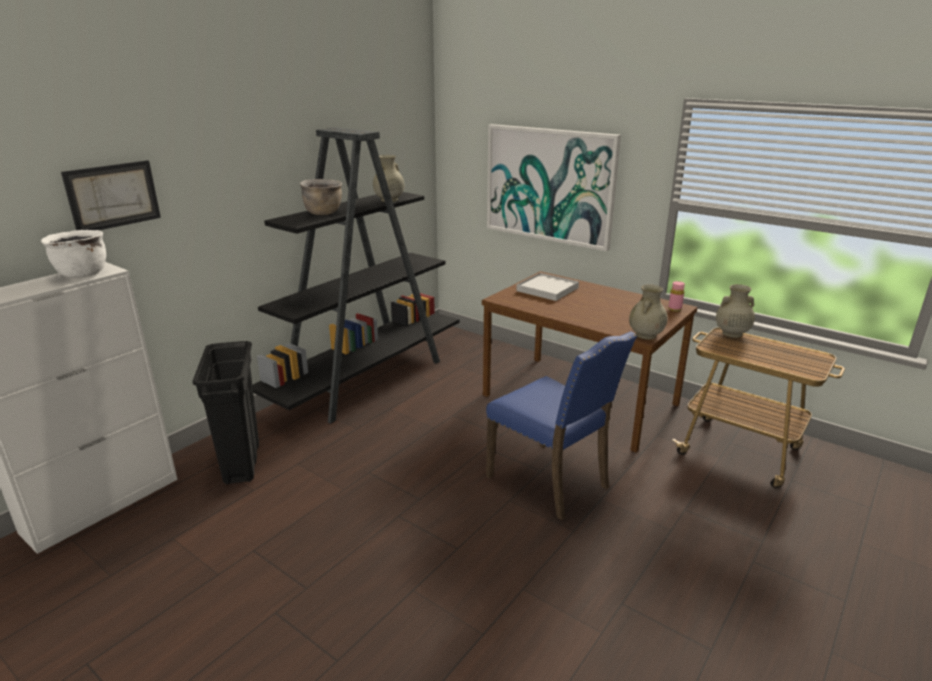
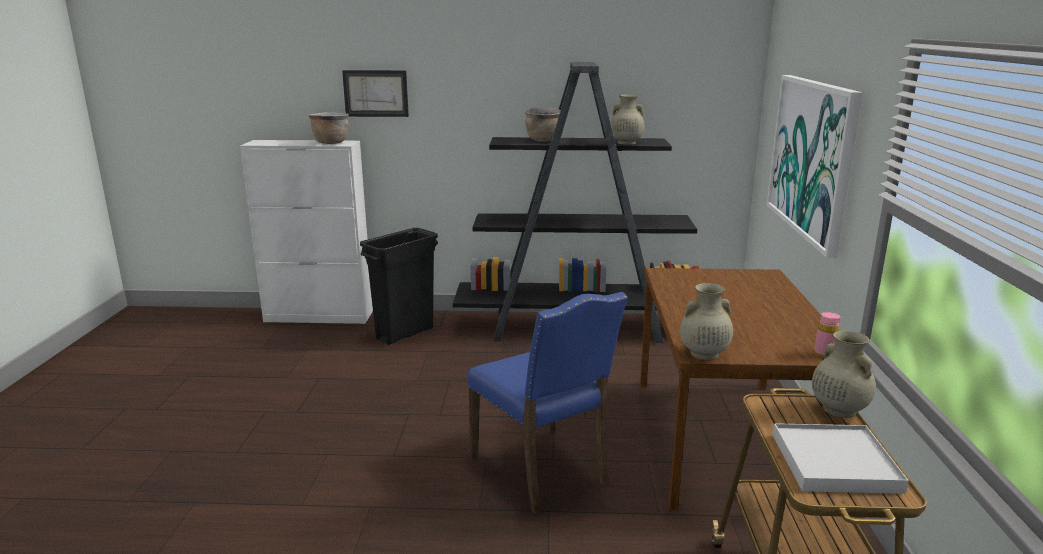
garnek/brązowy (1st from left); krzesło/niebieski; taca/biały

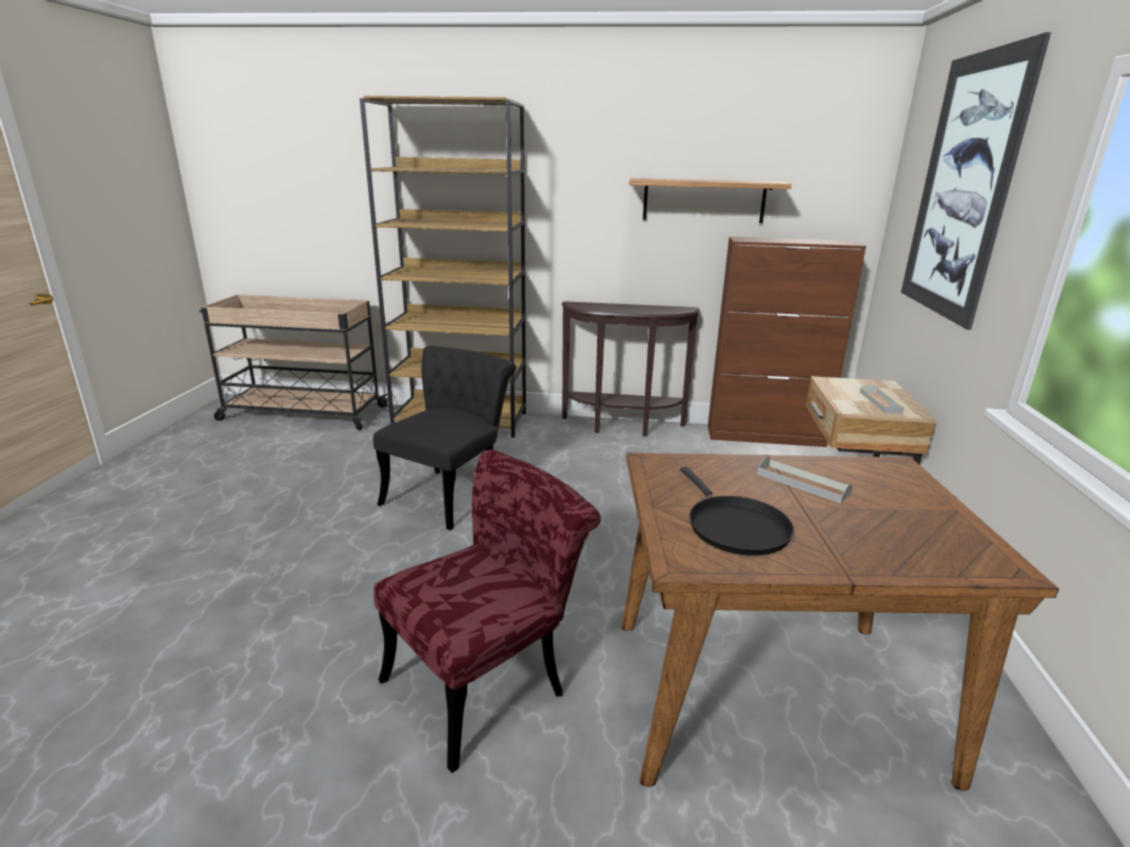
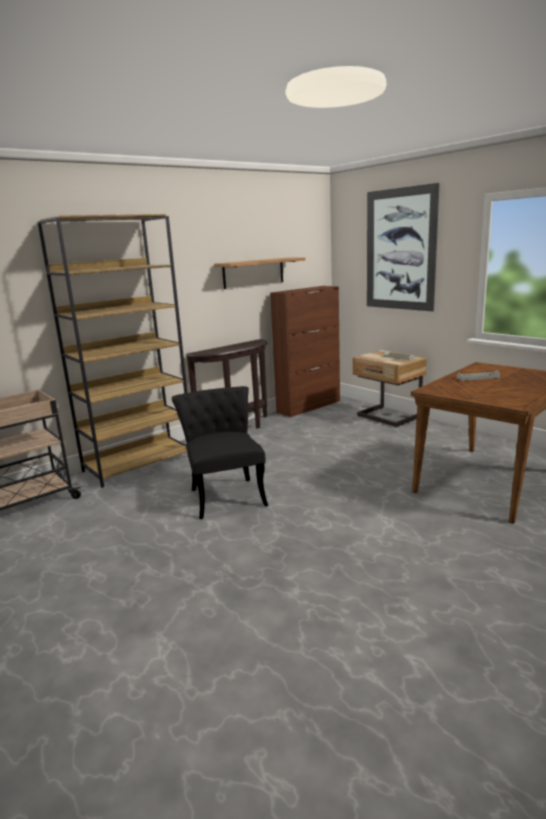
krzesło/czerwony; patelnia/czarny

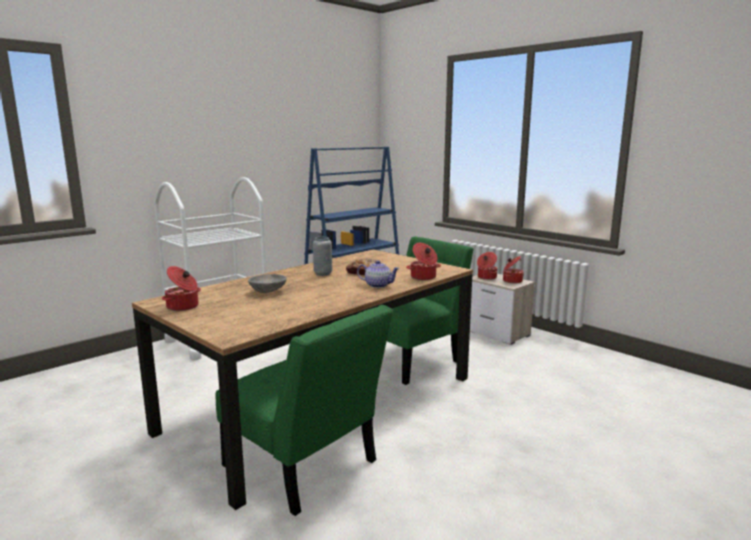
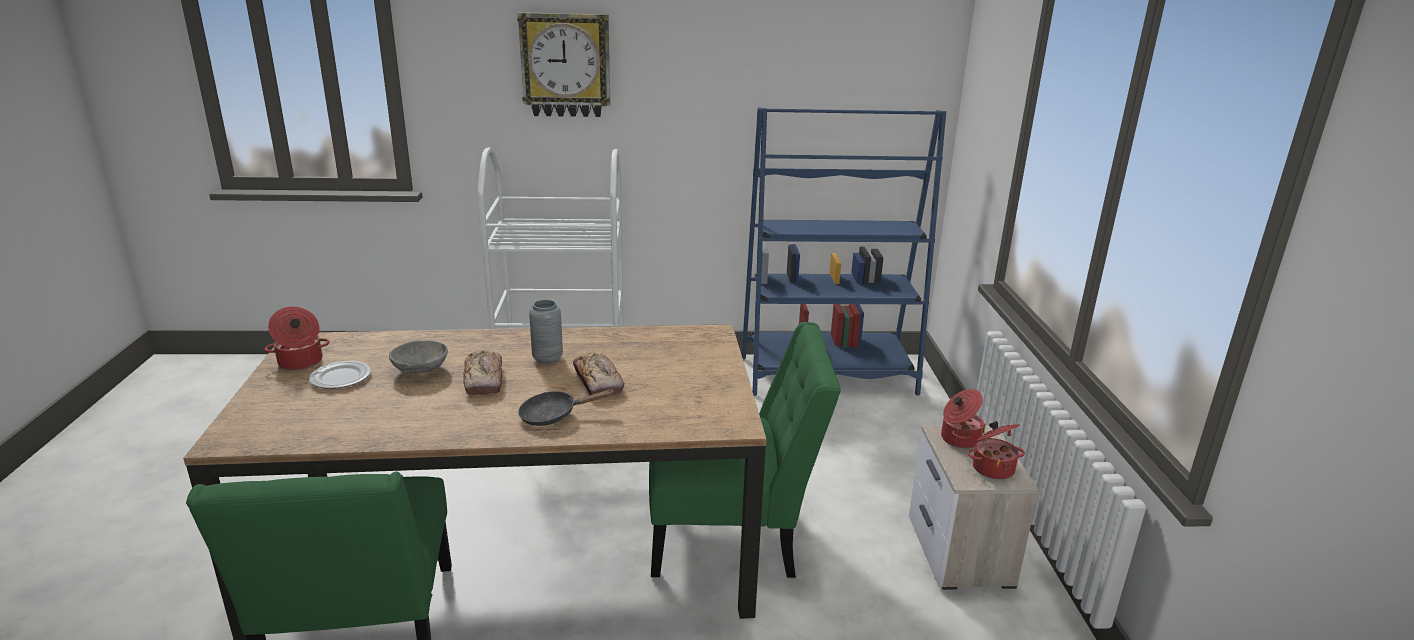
patelnia/czarny; garnek (2nd from left in the first image); talerz; chleb (1st from left); zegar ścienny

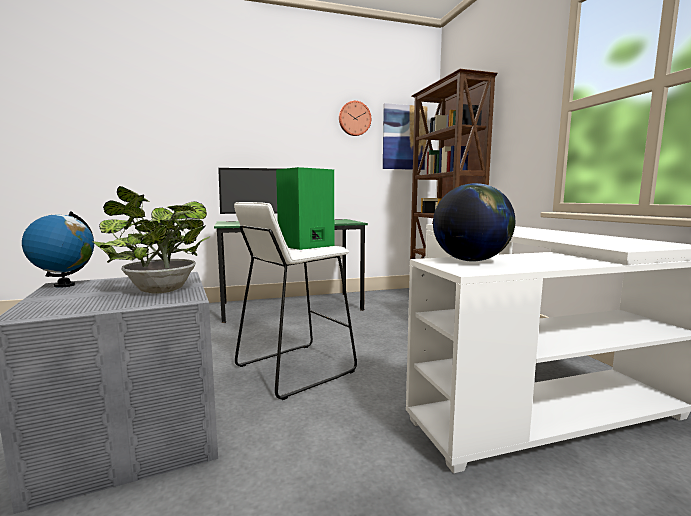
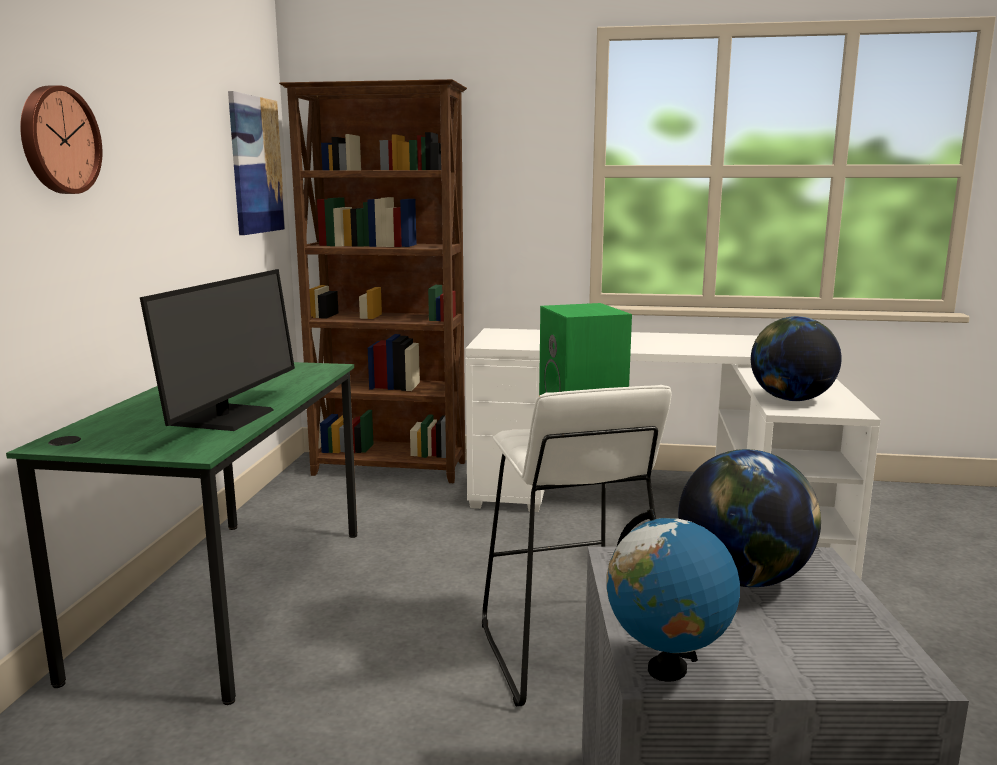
globus (2nd from left); zegar ścienny

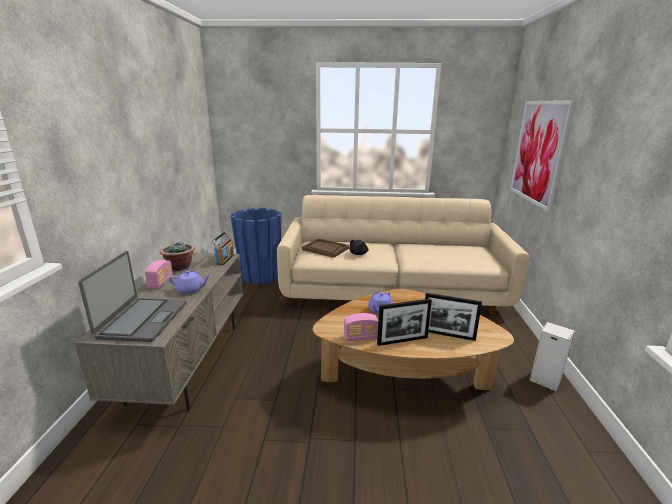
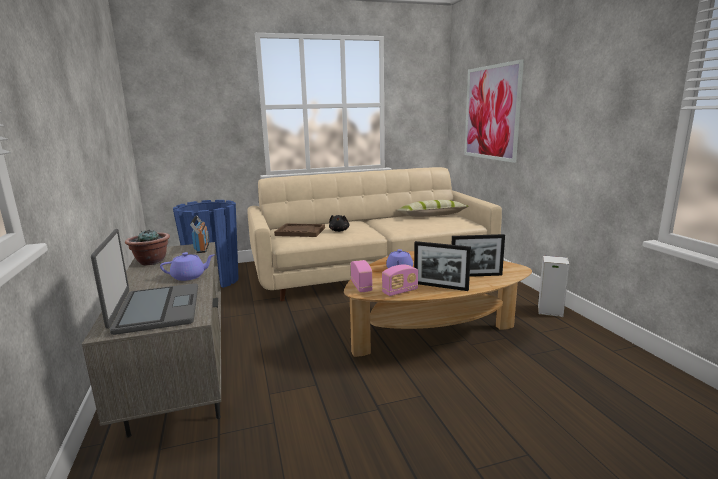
radio (2nd from left); ramka na zdjęcie (1st from left); poduszka

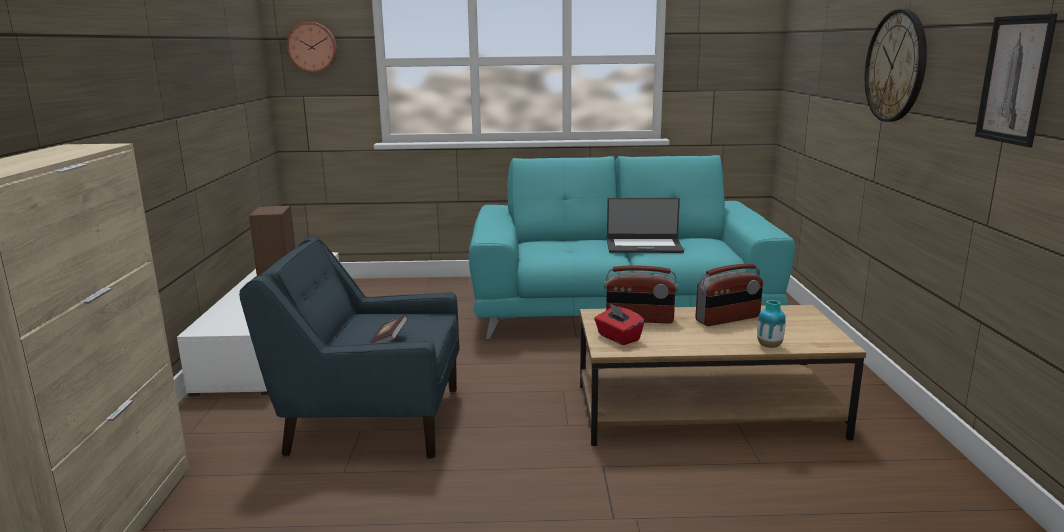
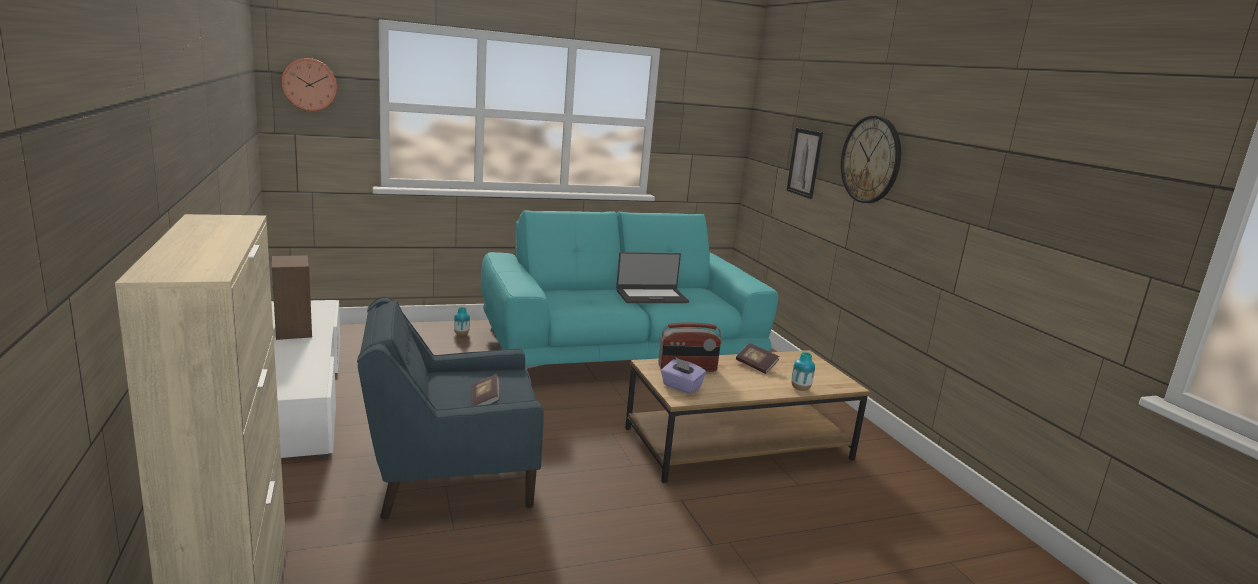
pudełko chusteczek/fioletowy; książka (2nd from left); obraz; wazon (1st from left)

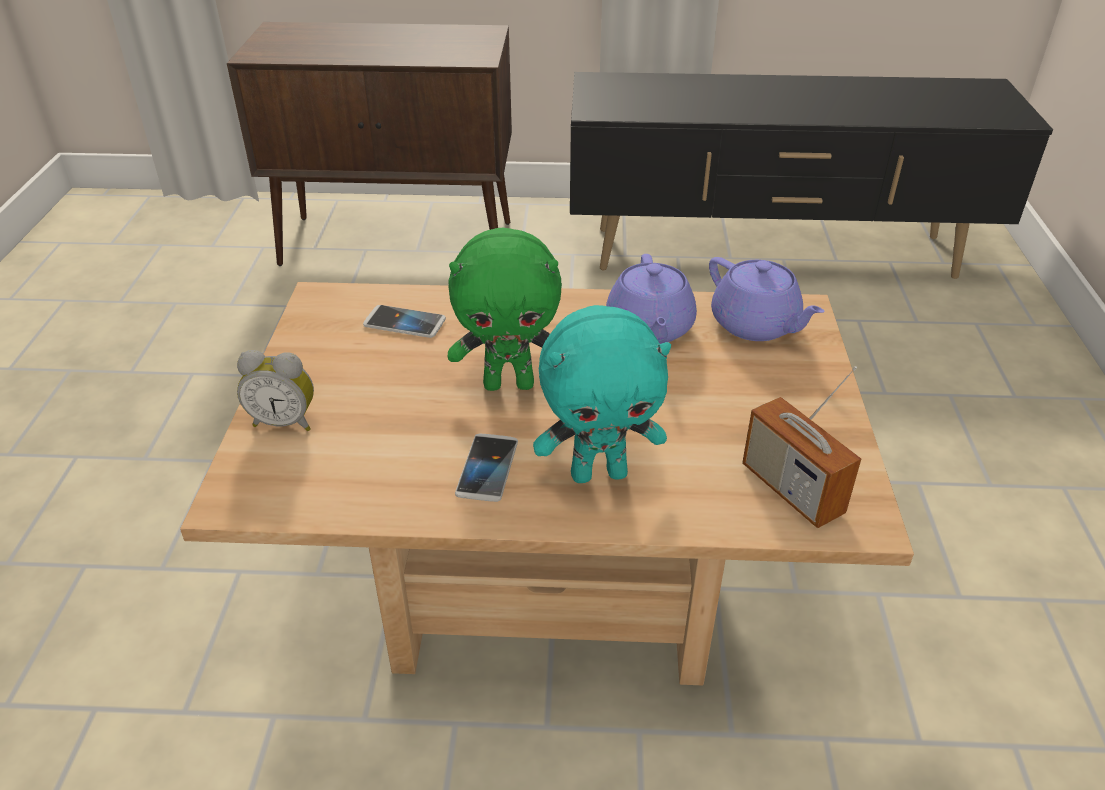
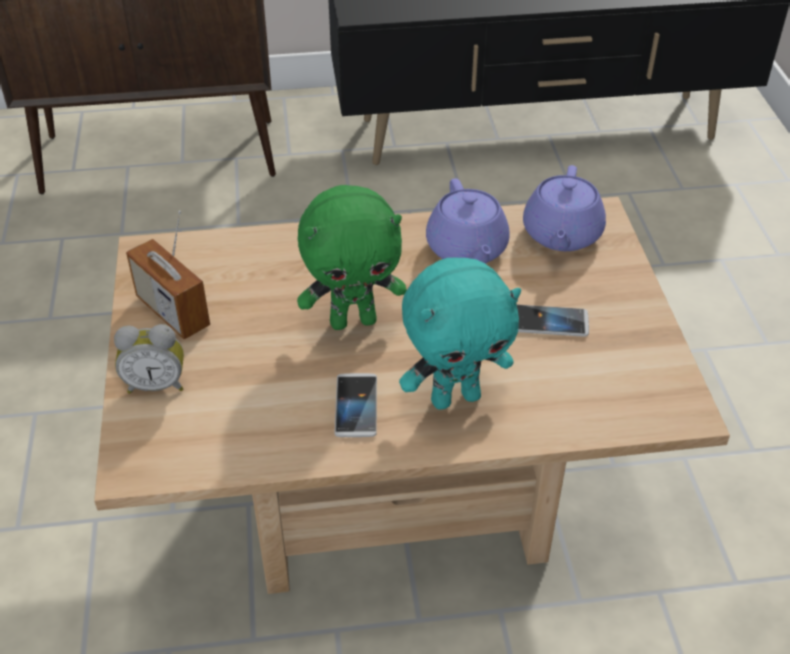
telefon (2nd from left); imbryk/fioletowy (2nd from left); radio

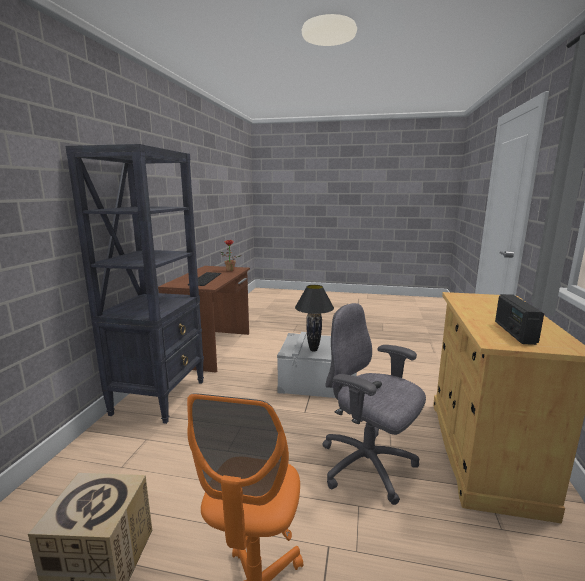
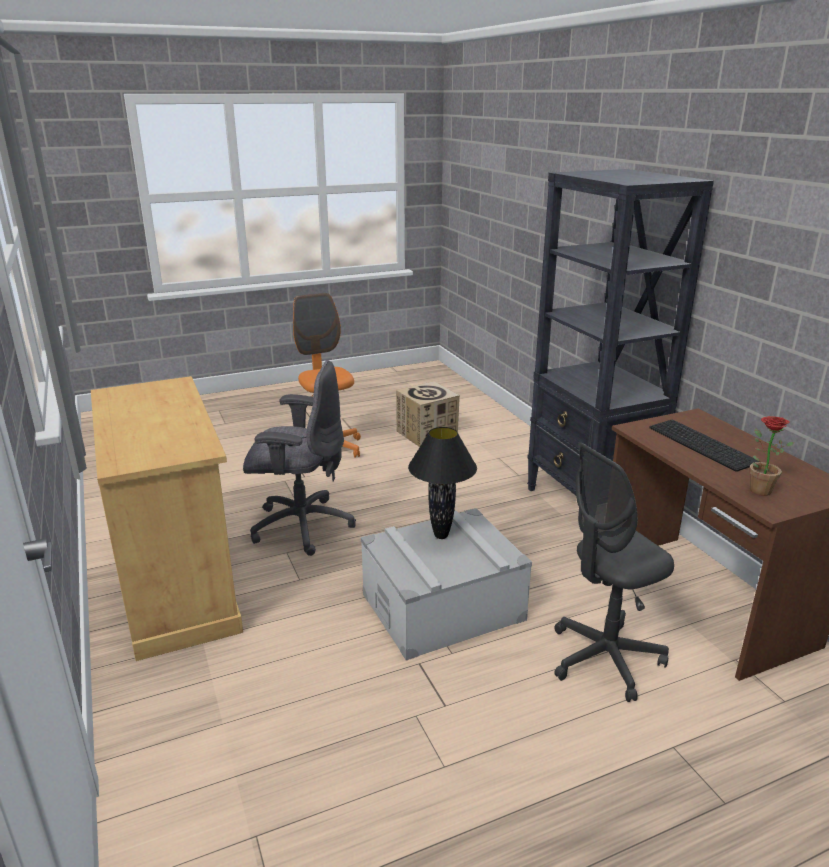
radio; krzesło biurowe/szary (2nd from left)

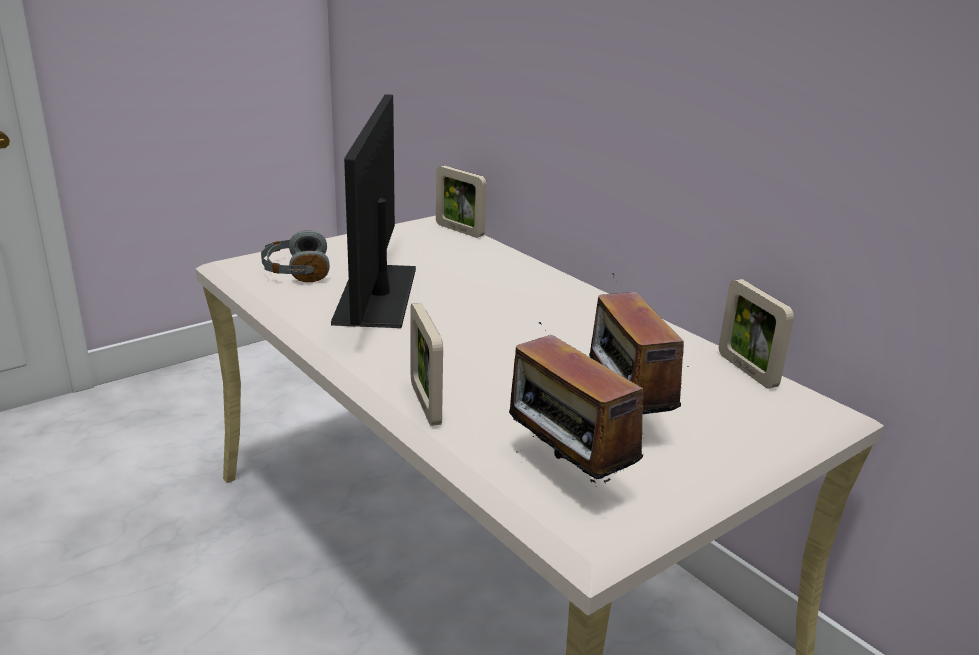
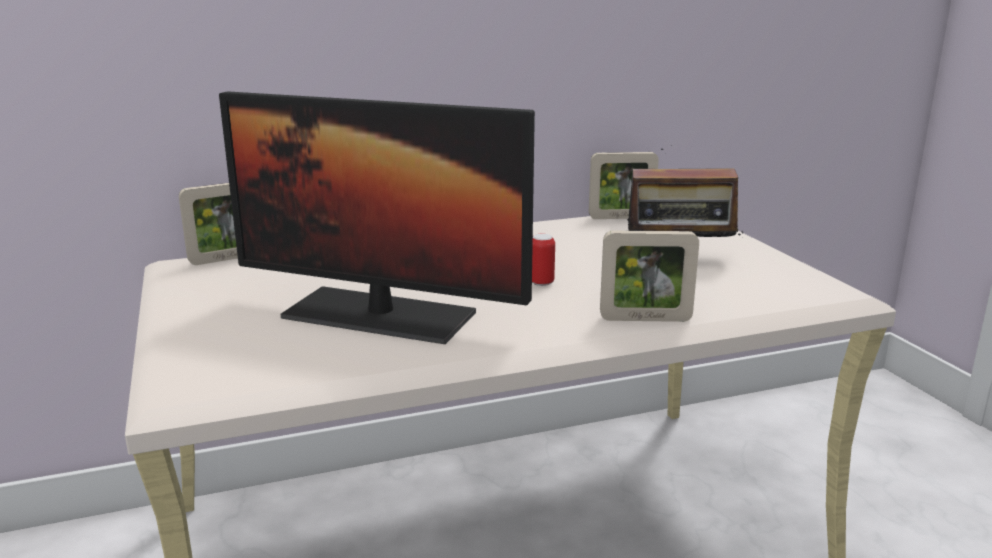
słuchawki/szary; radio (1st from left in the first image); puszka

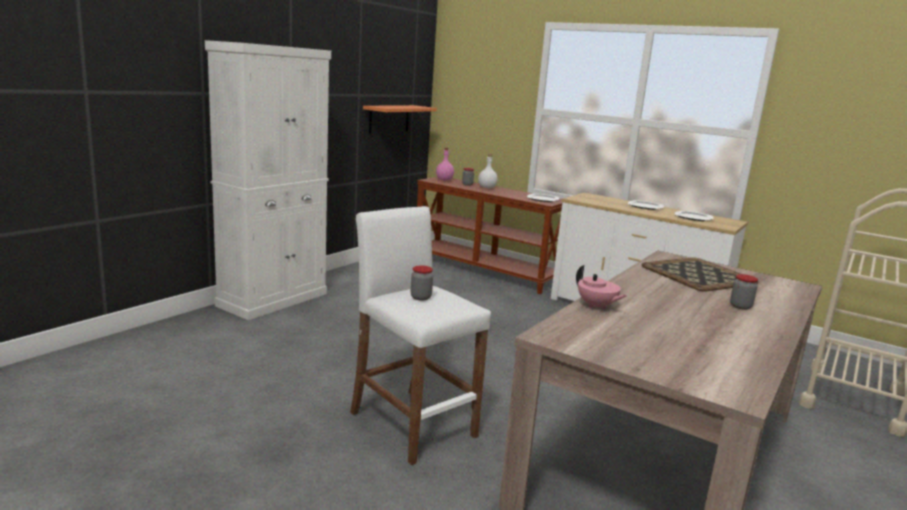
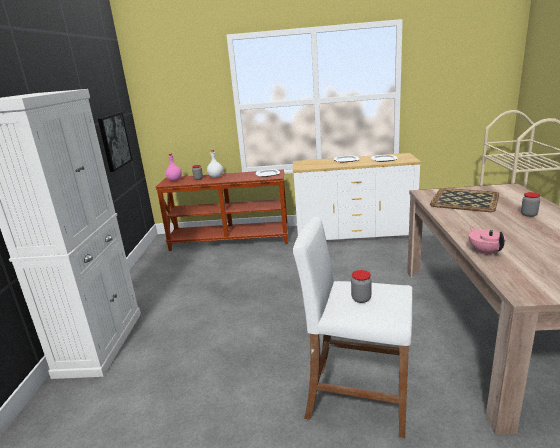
obraz; imbryk/różowy

